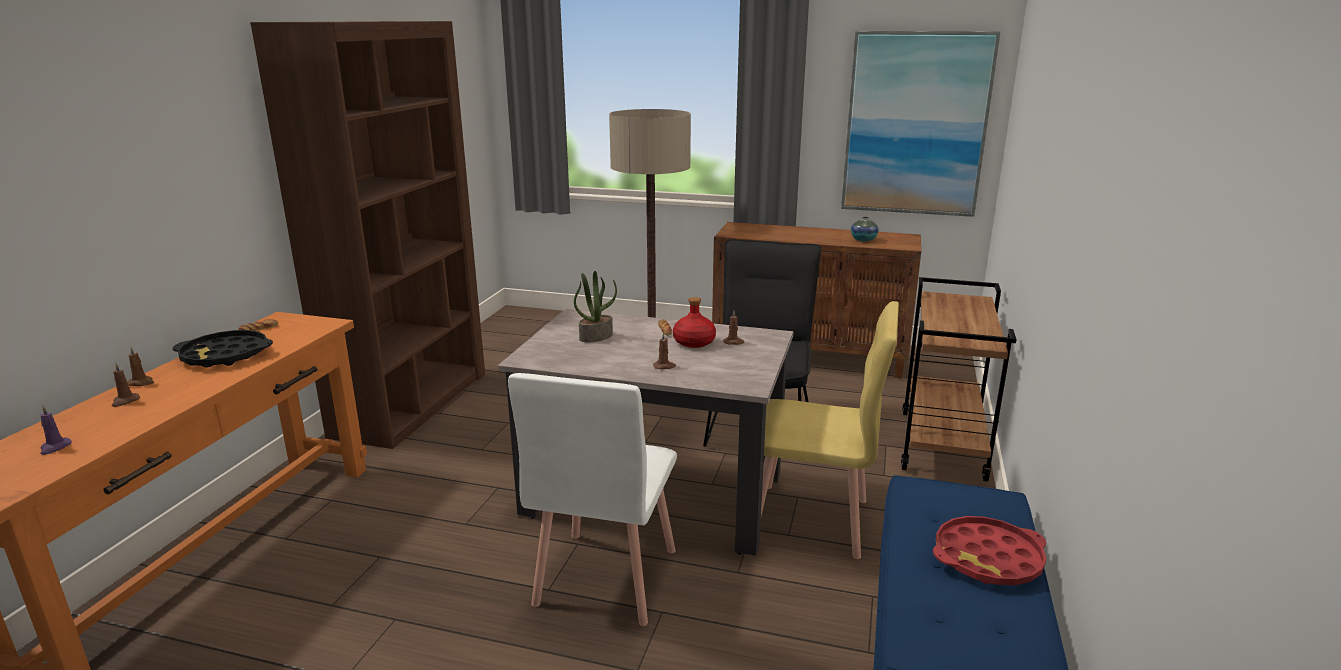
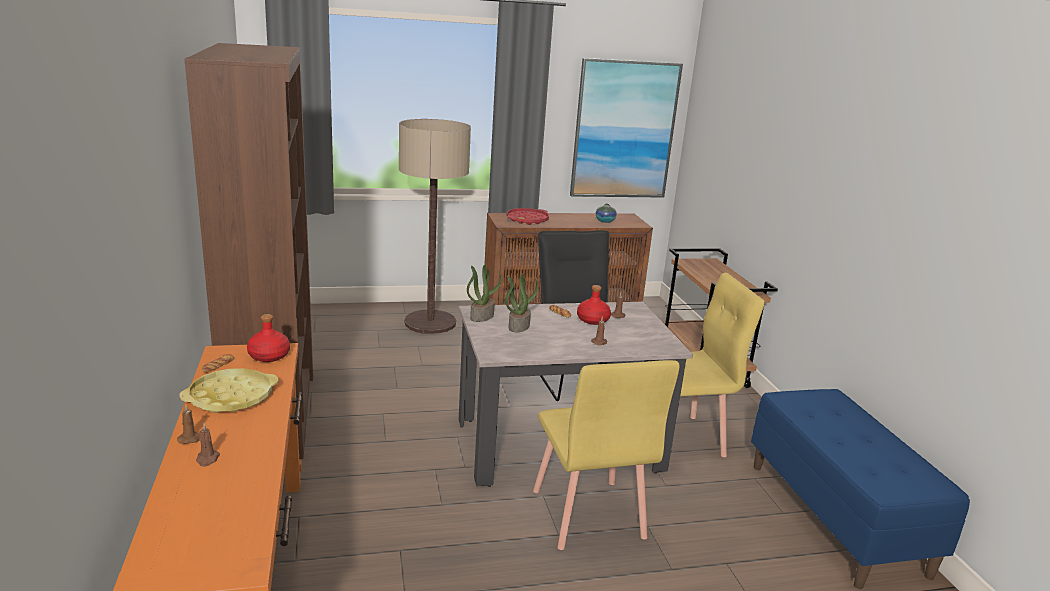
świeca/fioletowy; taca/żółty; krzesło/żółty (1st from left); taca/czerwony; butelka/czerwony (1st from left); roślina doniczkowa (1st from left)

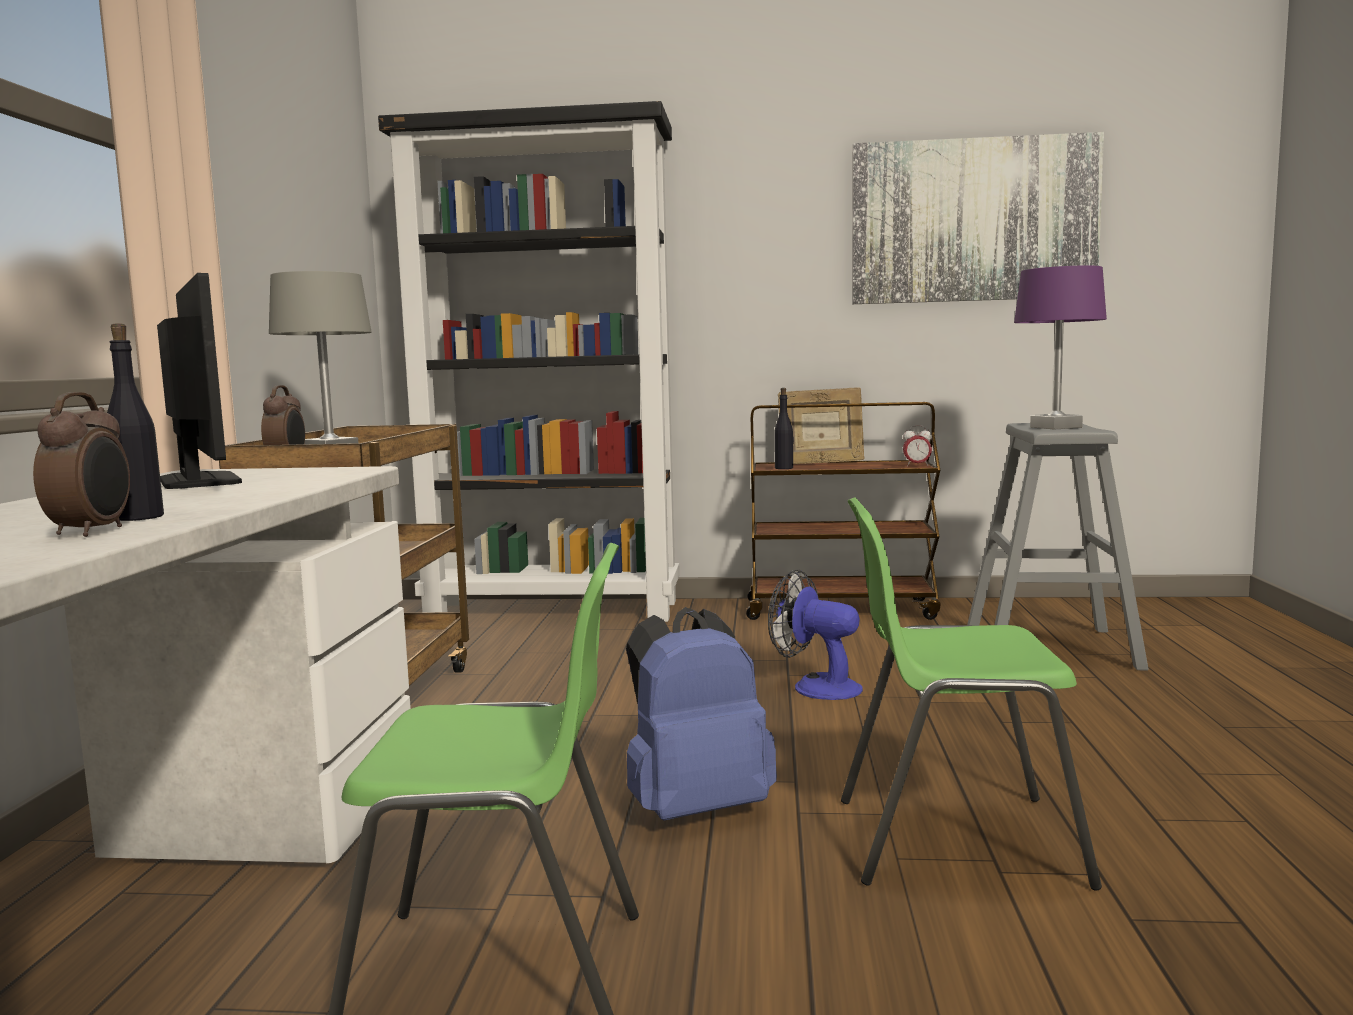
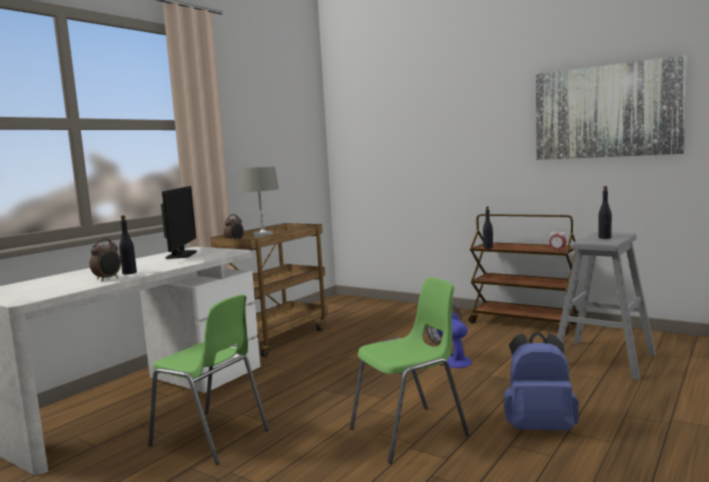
regał/czarny; plecak/niebieski; ramka na zdjęcie; krzesło/zielony (2nd from left); butelka/czarny (3rd from left)

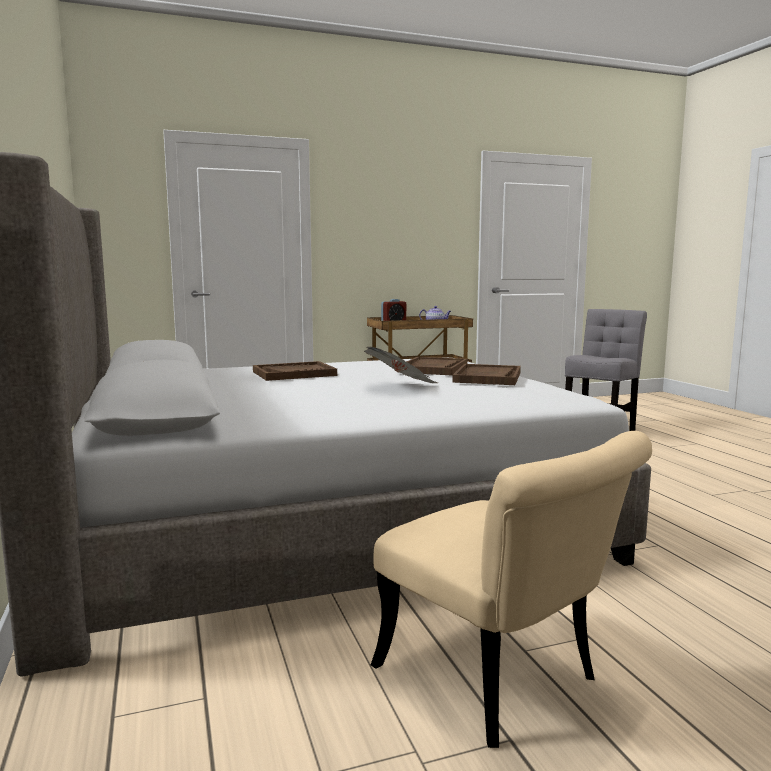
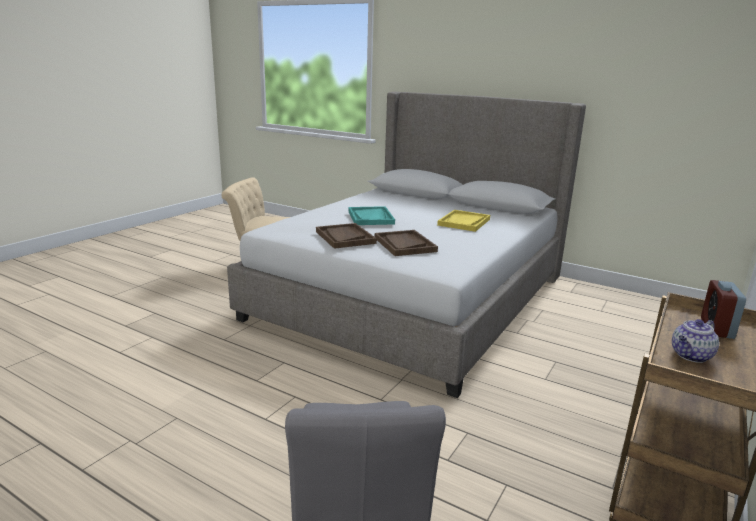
taca/żółty; taca/turkusowy

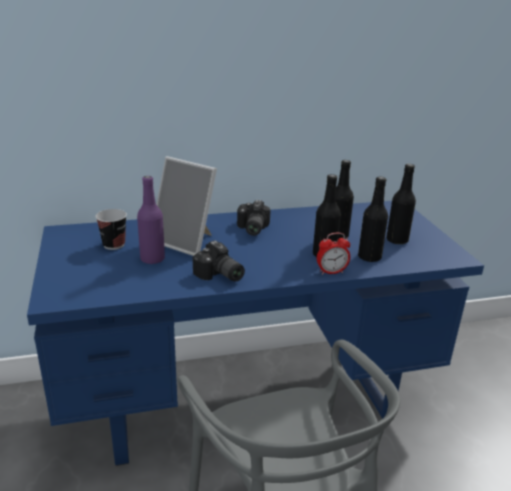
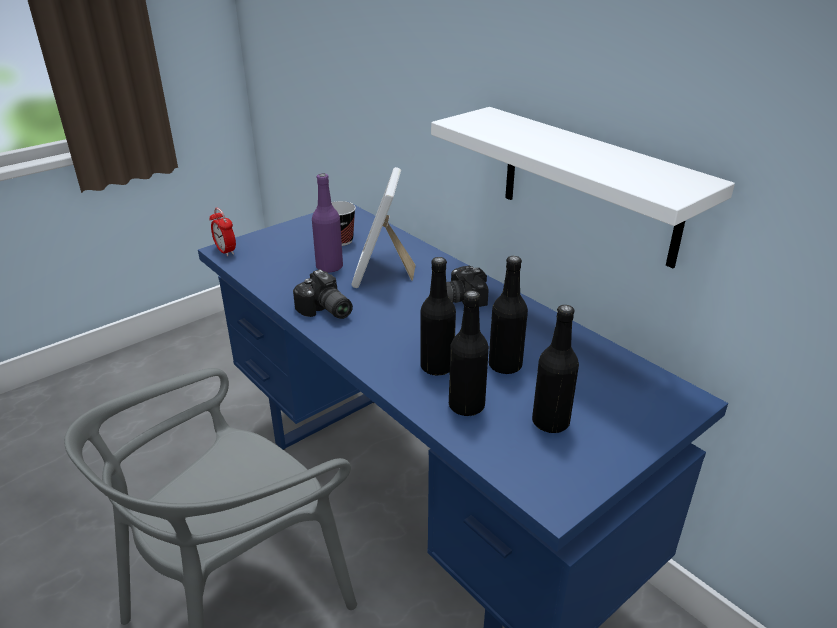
aparat fotograficzny (1st from left); budzik; półka/biały

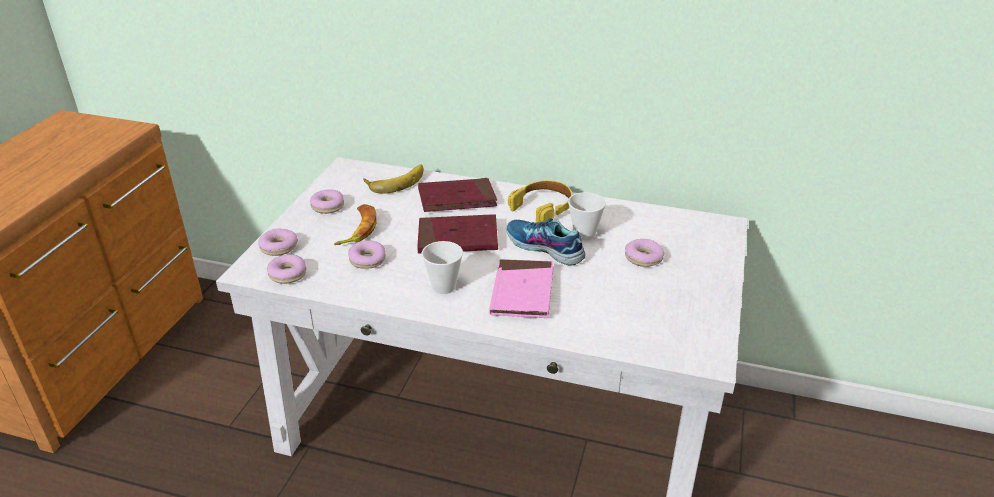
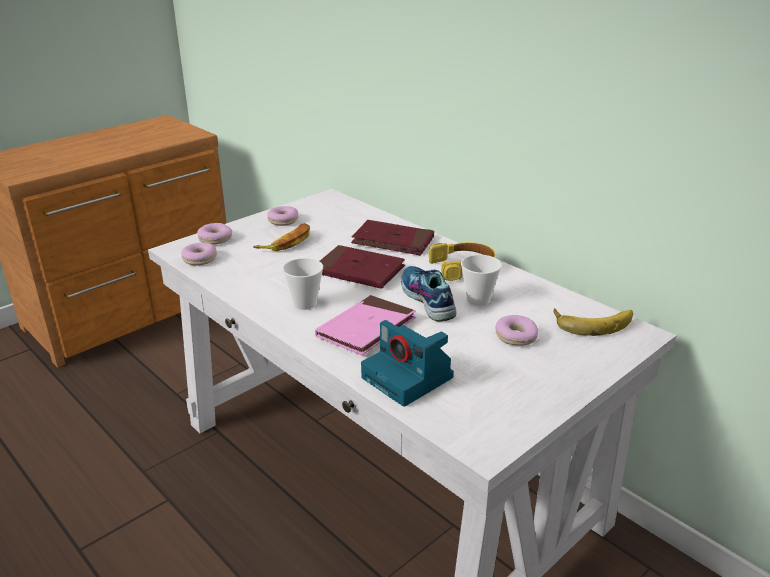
donut (4th from left in the first image); banan (2nd from left); aparat fotograficzny

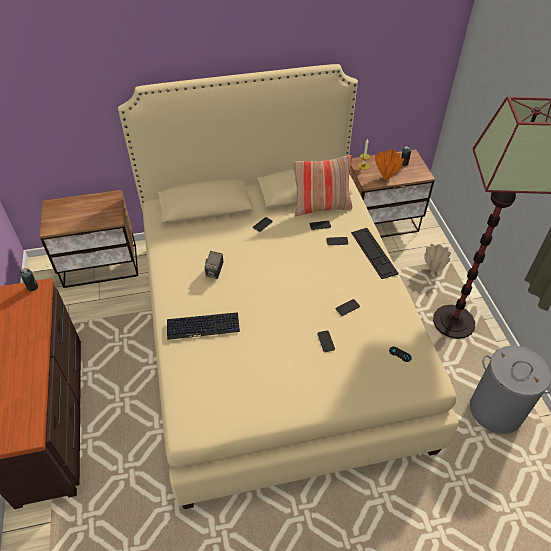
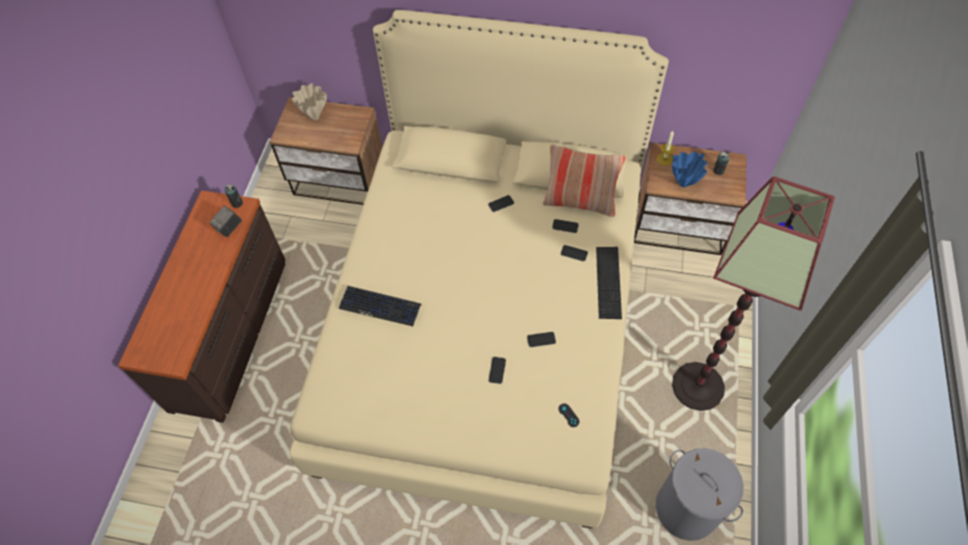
aparat fotograficzny; wazon/niebieski; wazon/beżowy

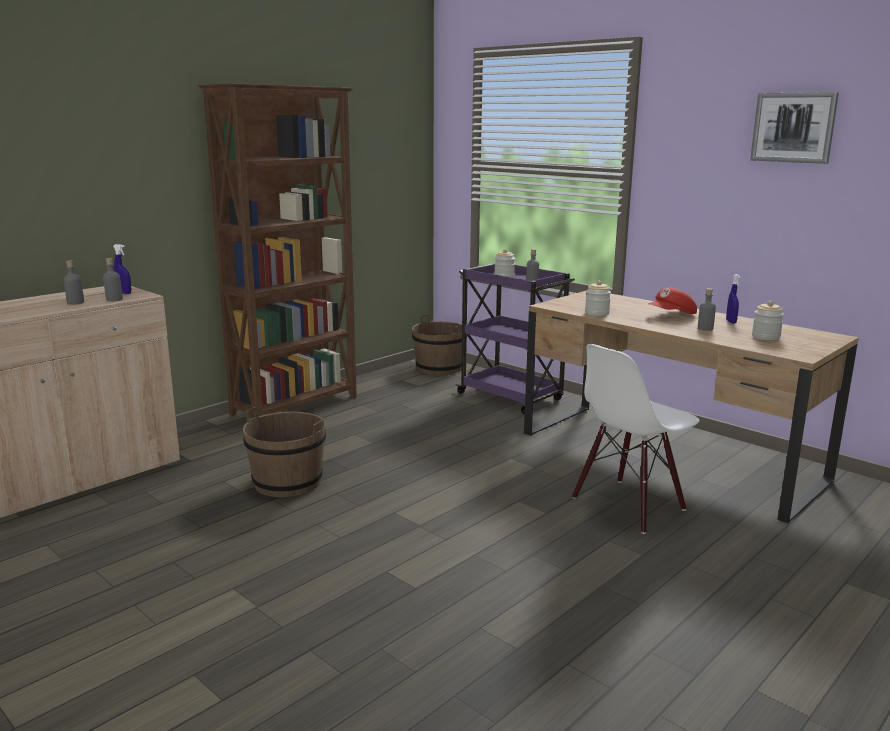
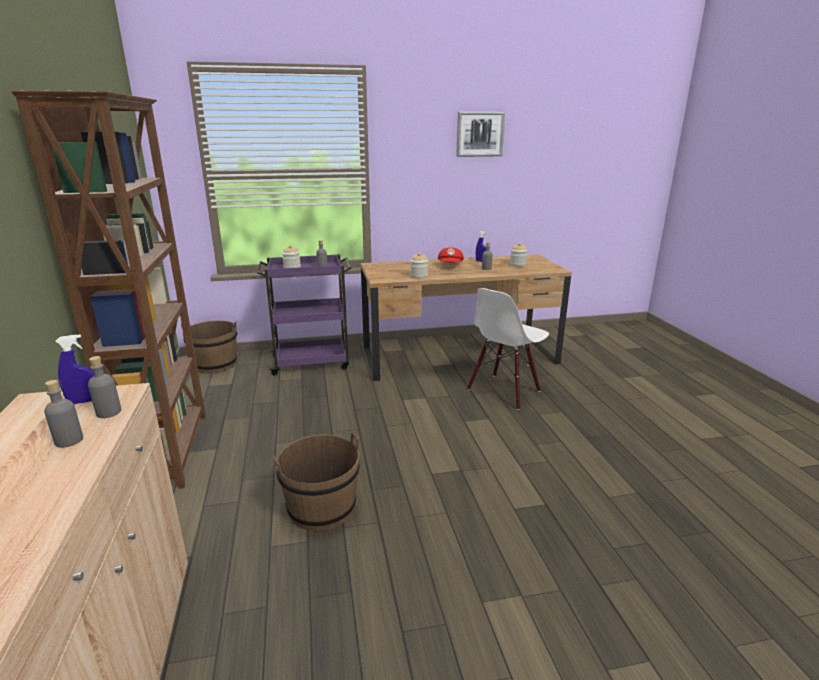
krzesło/biały

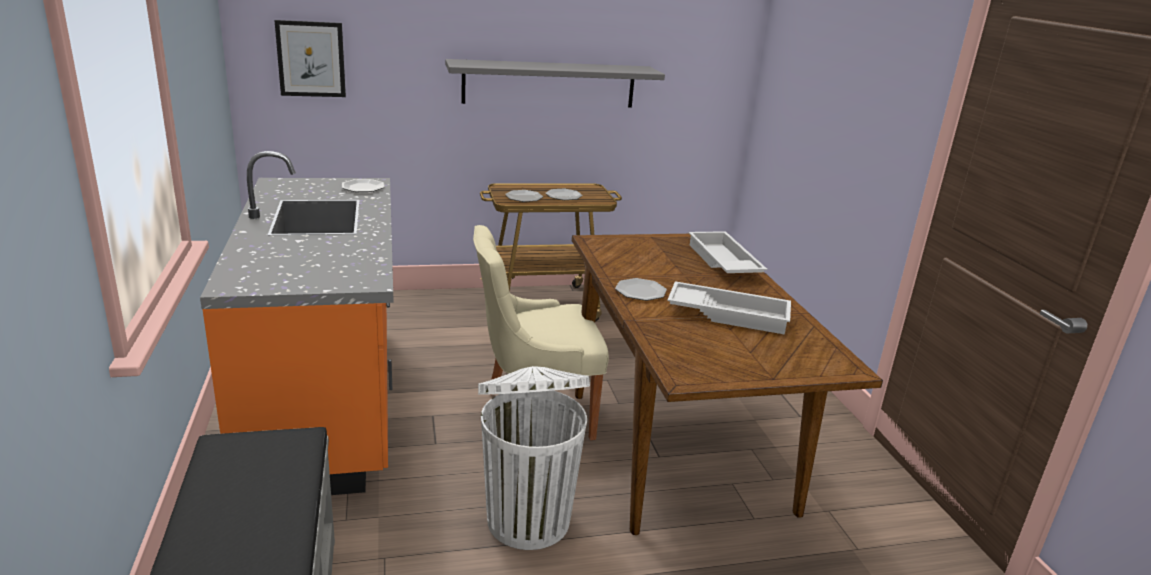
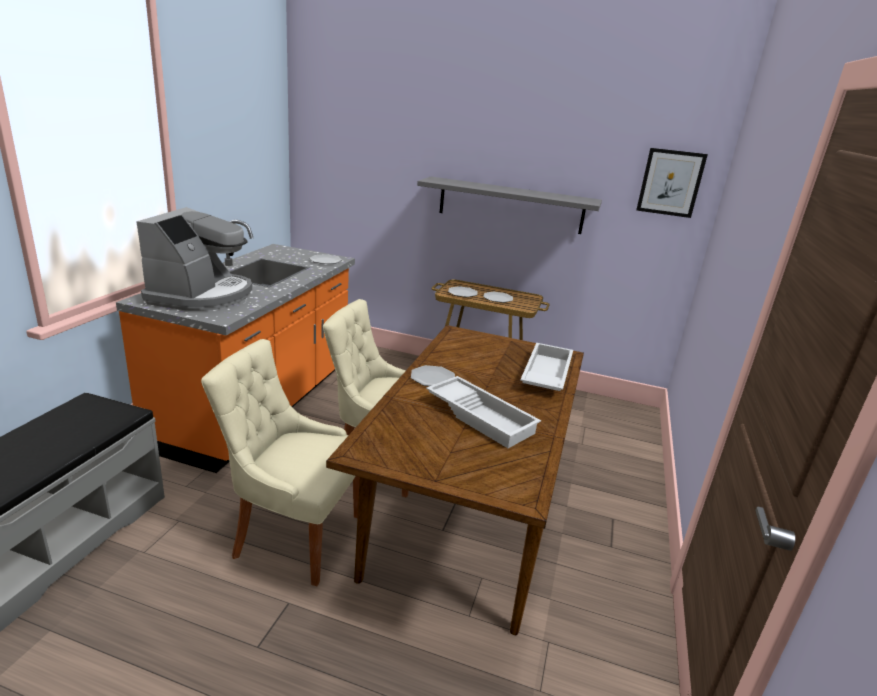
obraz; krzesło/beżowy (1st from left); ekspres do kawy

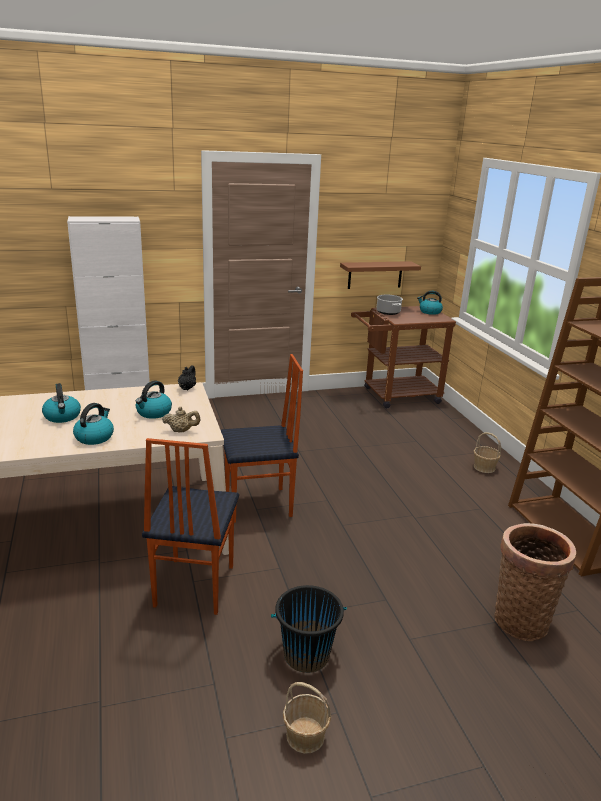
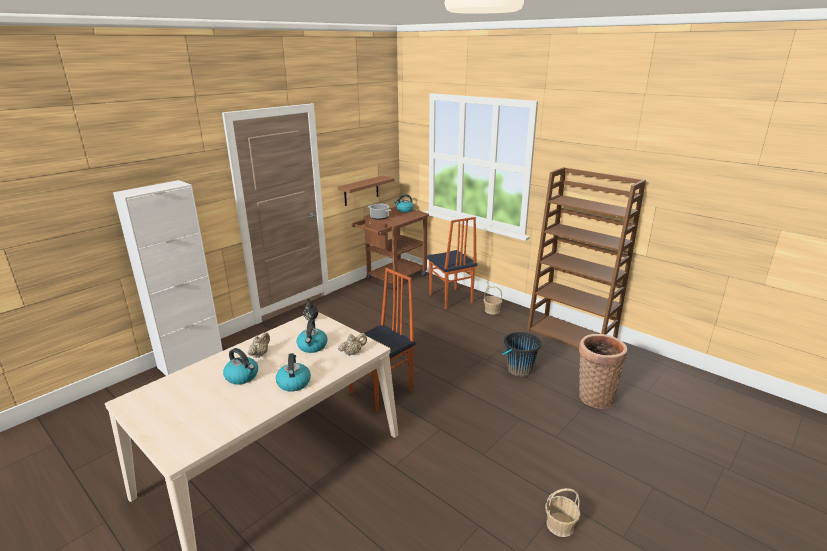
krzesło (2nd from left); wiadro/czarny; imbryk/beżowy (1st from left)

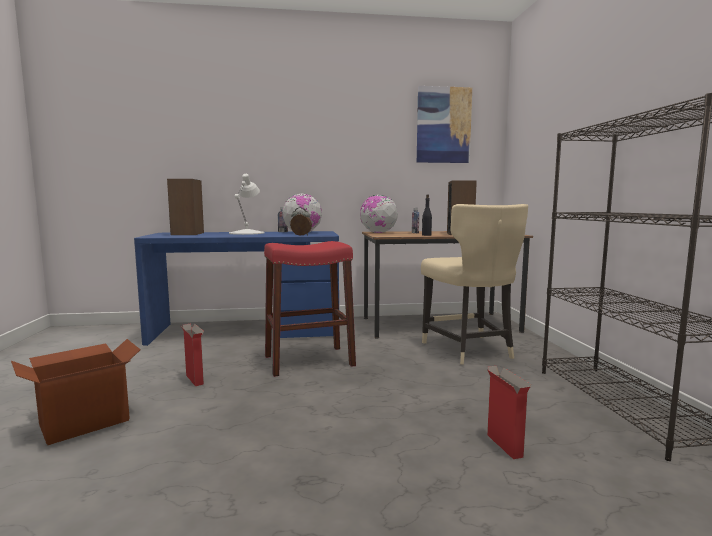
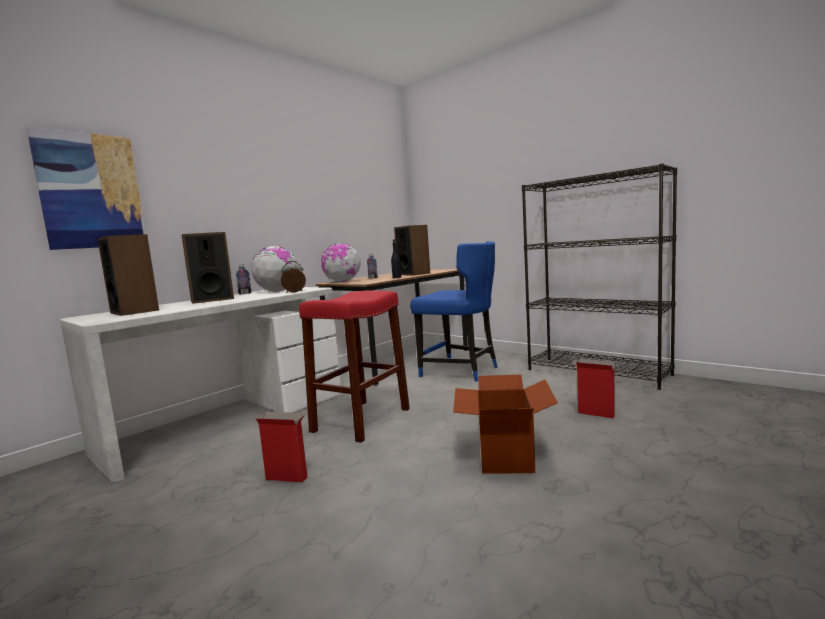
karton (2nd from left); biurko/biały; głośnik (2nd from left); obraz; krzesło/niebieski

